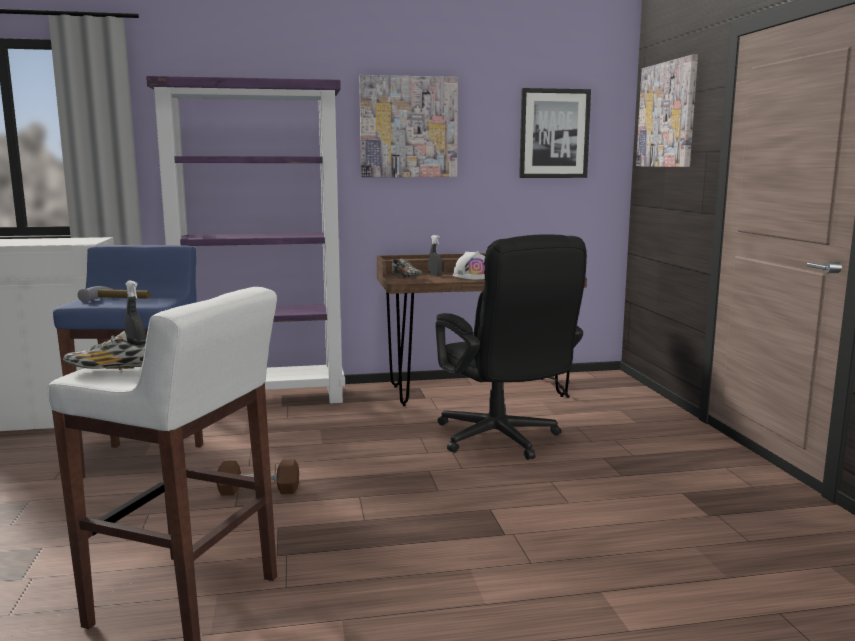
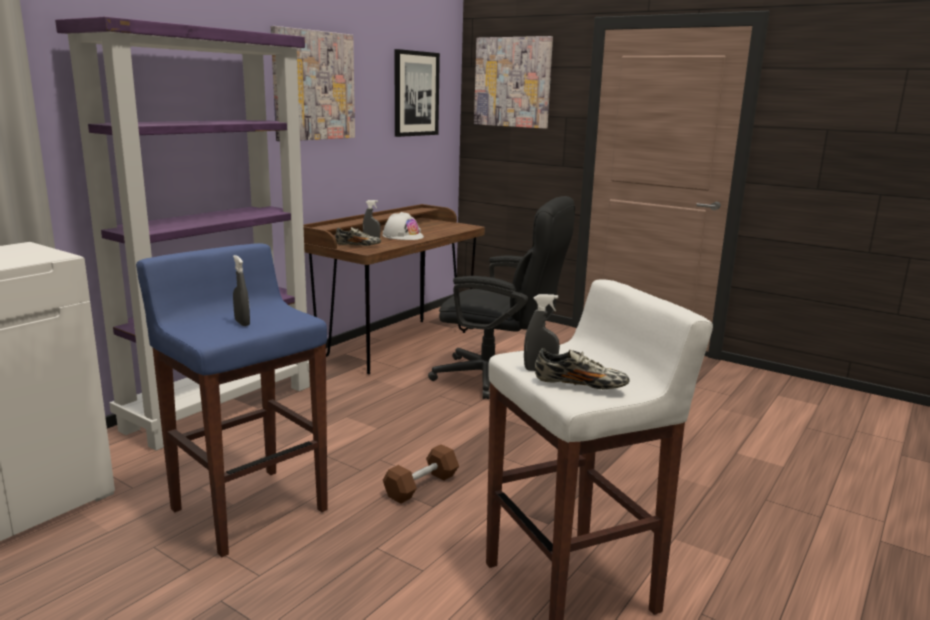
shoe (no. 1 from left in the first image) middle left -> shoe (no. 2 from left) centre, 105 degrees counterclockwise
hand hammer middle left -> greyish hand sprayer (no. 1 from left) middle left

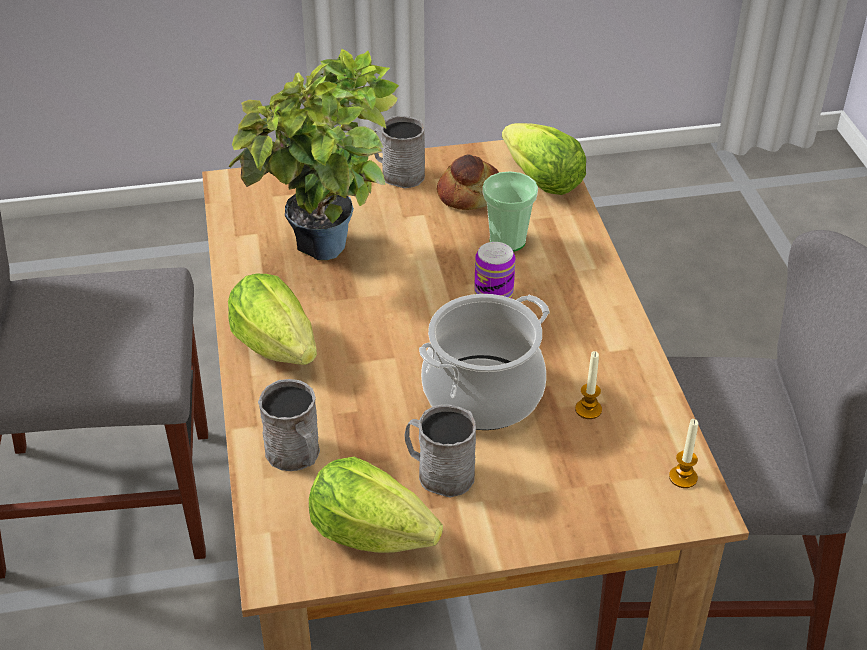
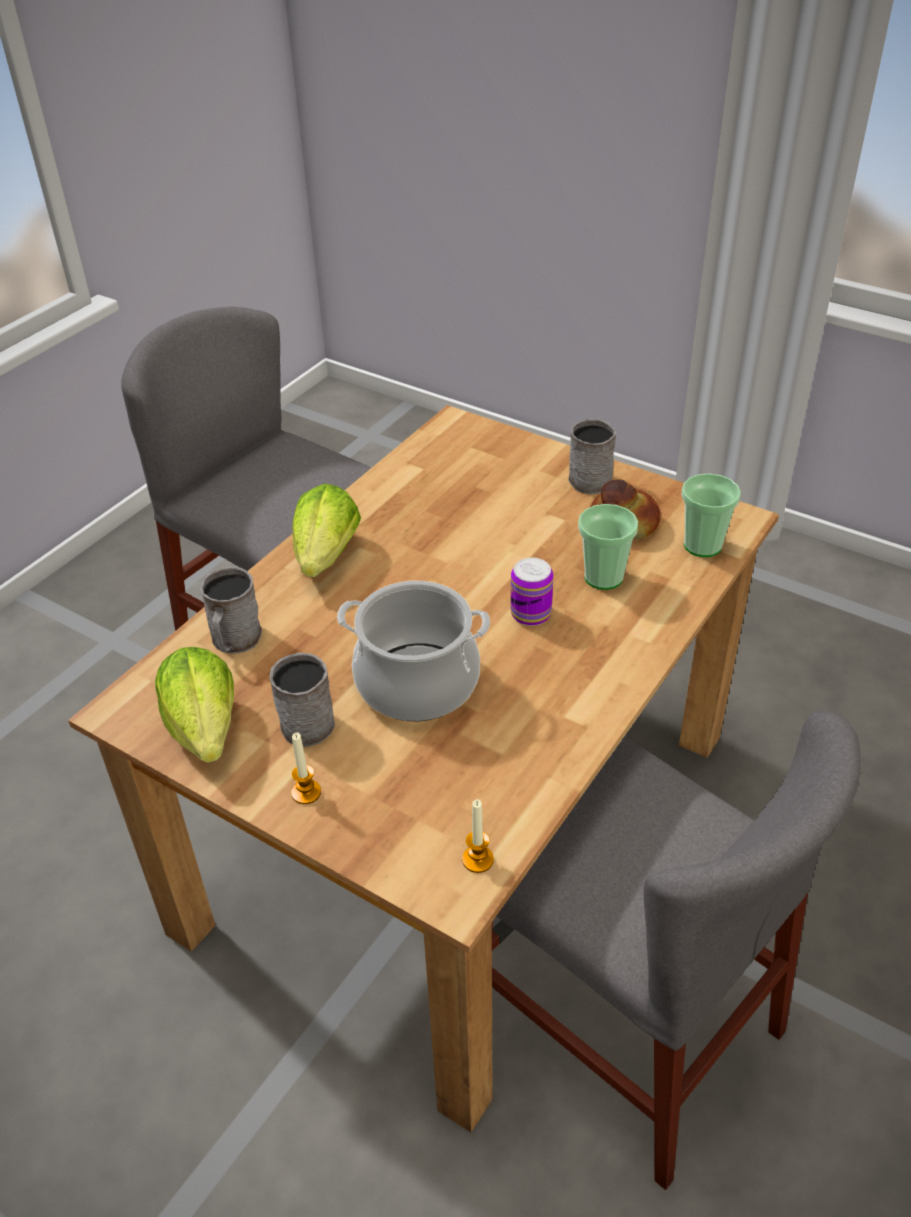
plant in a pot top centre -> none
head of lettuce (no. 3 from left) top centre -> drinking cup (no. 2 from left) middle right
wax candle (no. 1 from left) middle right -> wax candle (no. 1 from left) centre, relocated

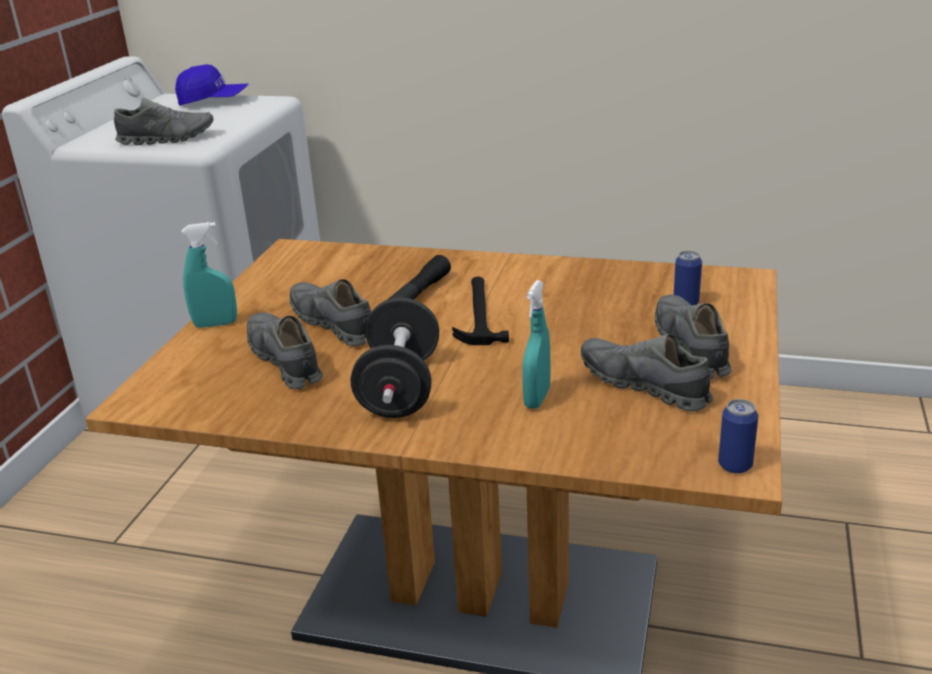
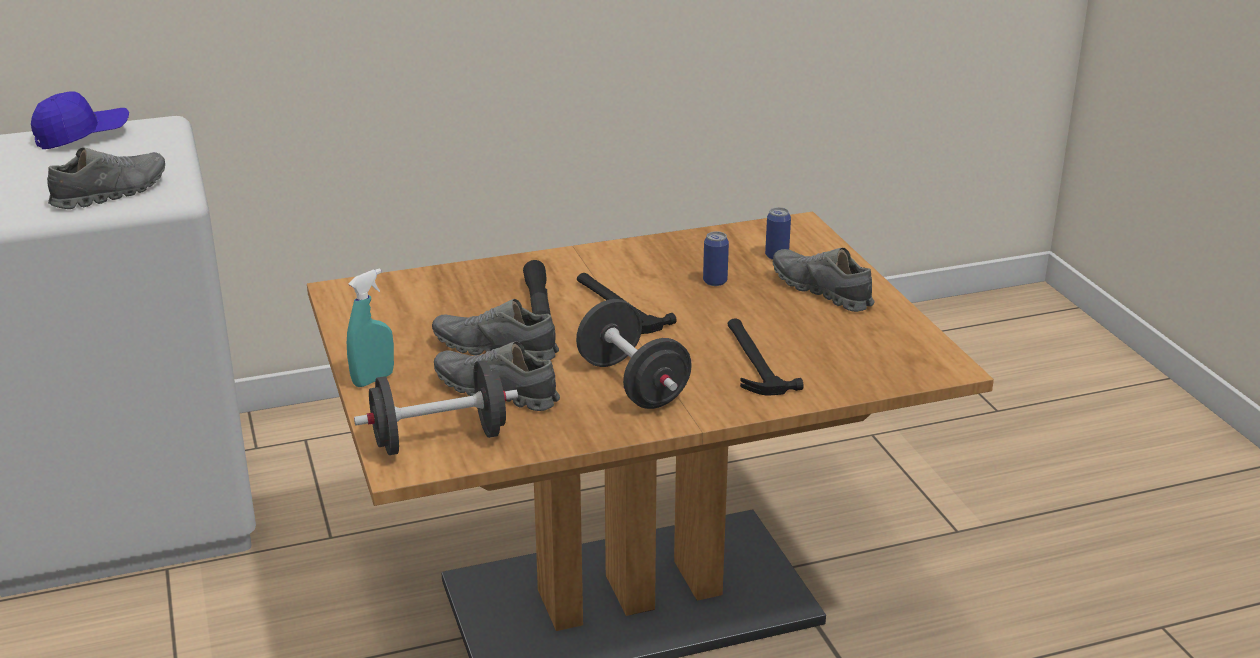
turquoise hand sprayer (no. 2 from left) centre -> hand hammer (no. 2 from left) centre
greyish shoe (no. 4 from left) middle right -> none
can (no. 2 from left in the first image) middle right -> can (no. 1 from left) centre, relocated
none -> blackish free weight (no. 1 from left) centre

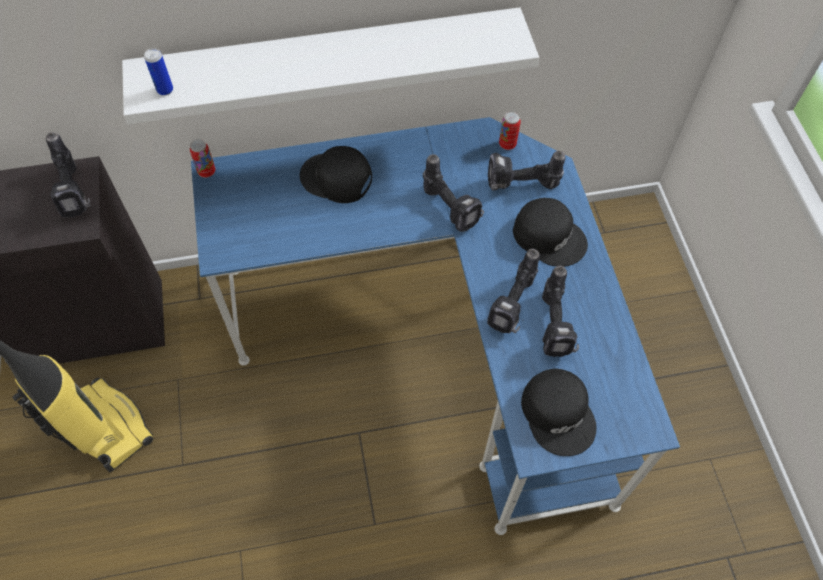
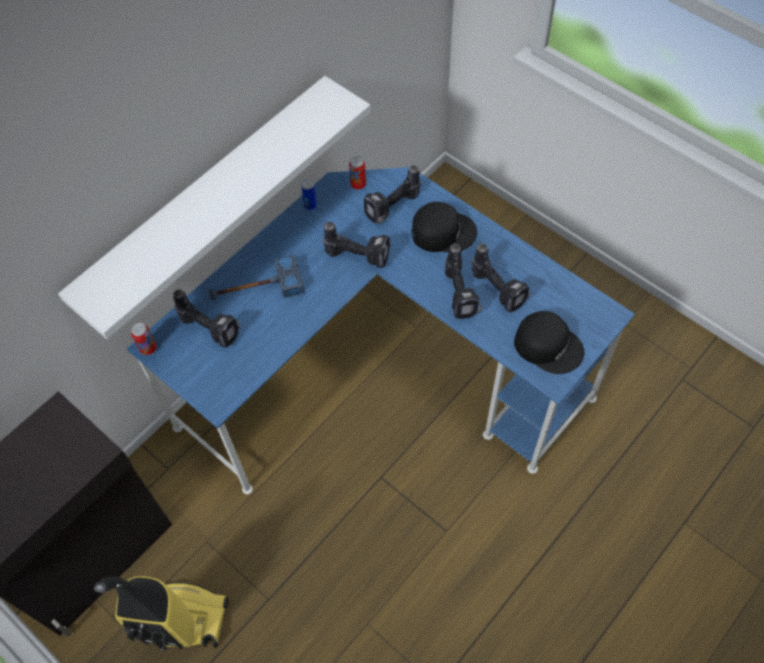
drill (no. 1 from left) top left -> drill (no. 1 from left) middle left, relocated
can (no. 1 from left in the first image) top left -> can (no. 2 from left) top centre, relocated
blackish cap (no. 1 from left) top centre -> hand hammer centre

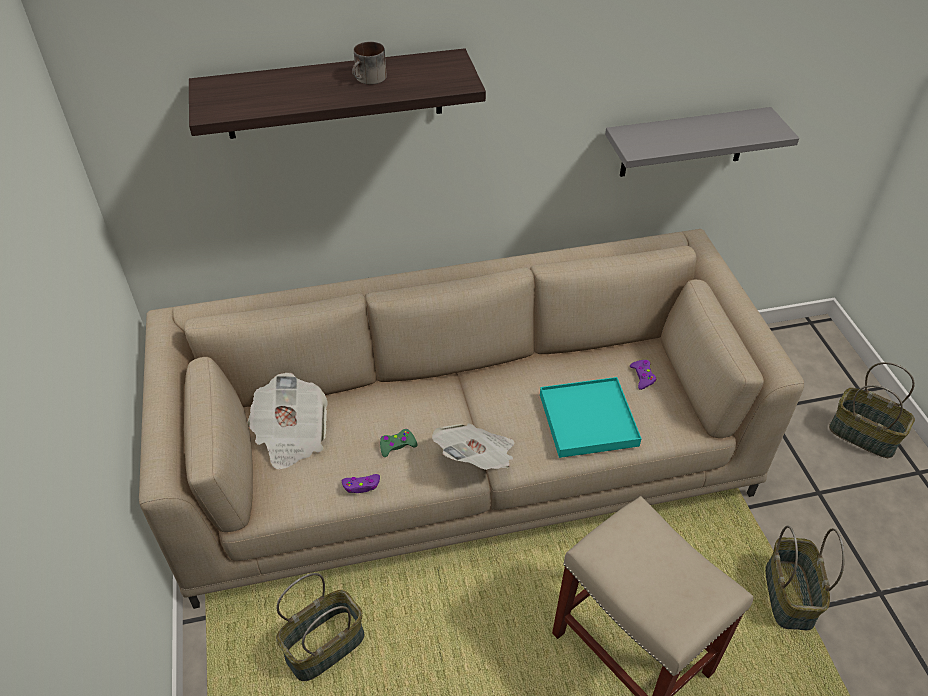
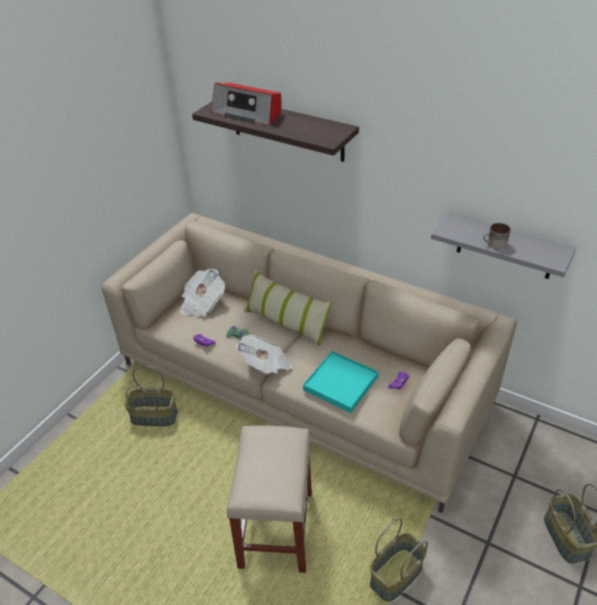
mug top centre -> mug middle right, relocated
none -> radio set top centre
none -> throw pillow centre

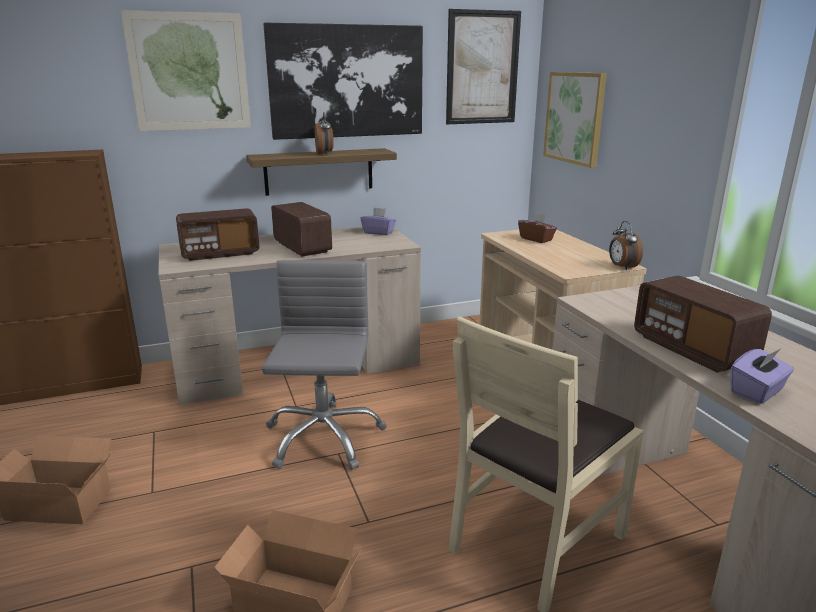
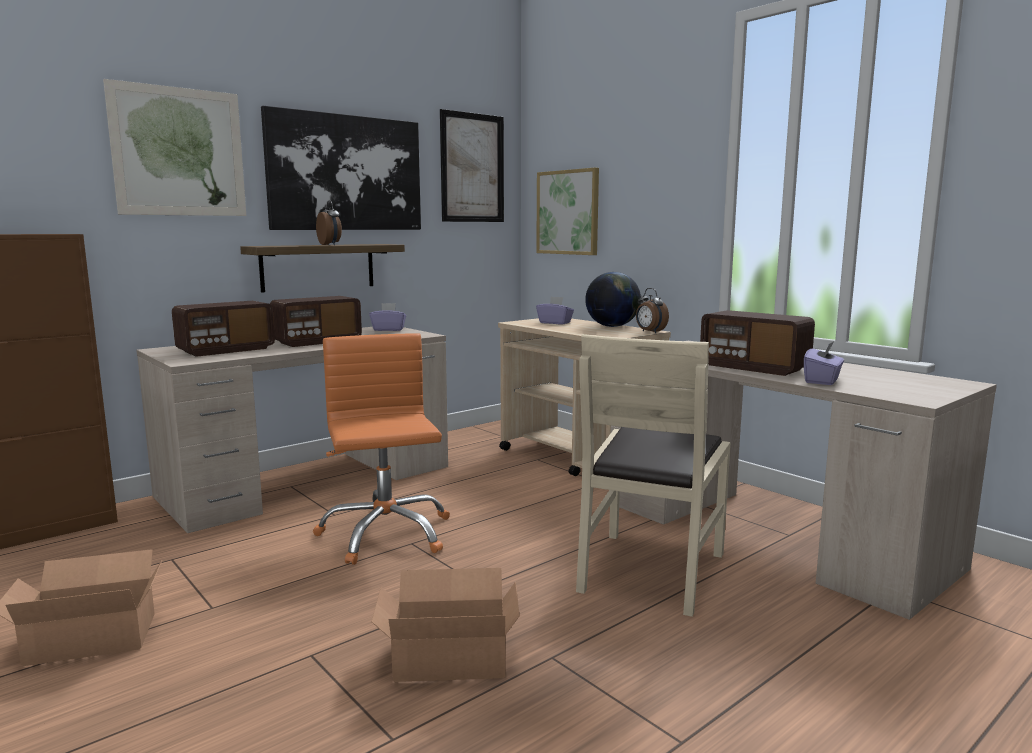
greyish office chair centre -> orange office chair centre
radio set (no. 2 from left) centre -> radio set (no. 2 from left) middle left, 105 degrees clockwise
brownish tissue holder centre -> purple tissue holder (no. 2 from left) centre
none -> world globe centre

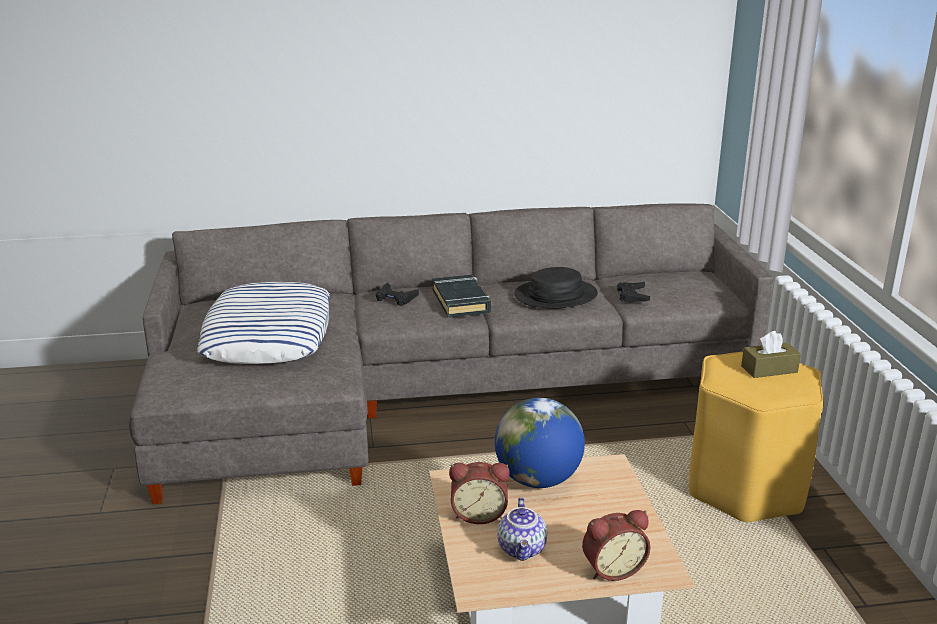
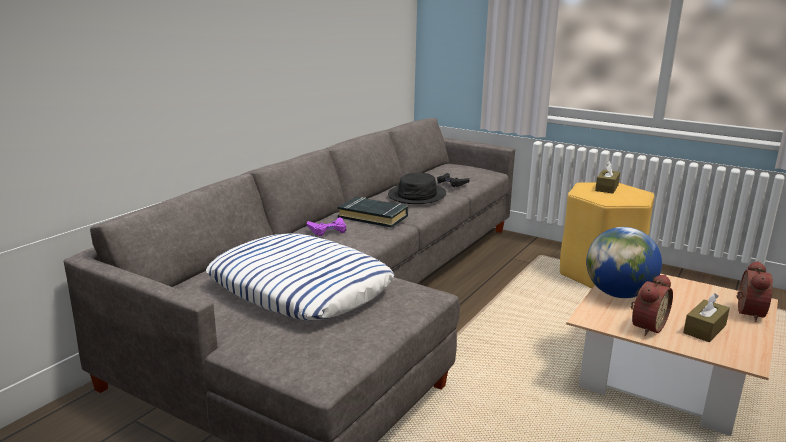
blackish game controller (no. 1 from left) centre -> purple game controller centre
tea pot bottom centre -> brownish tissue holder (no. 2 from left) bottom right

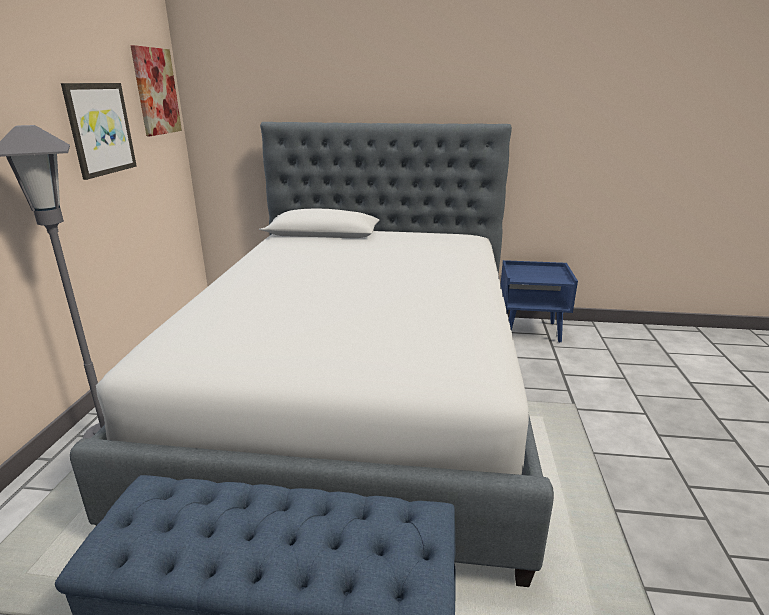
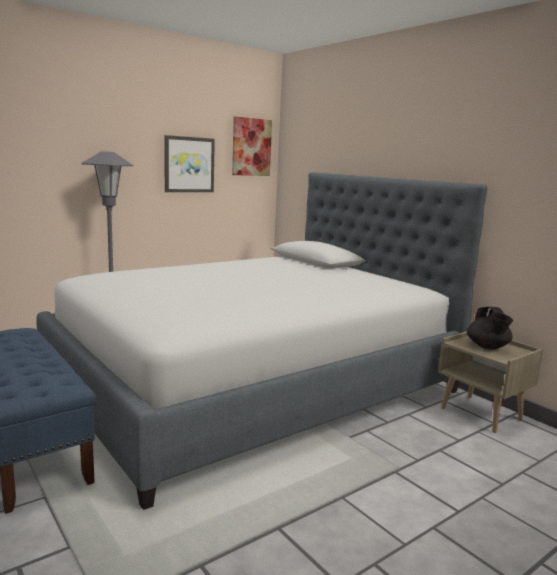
blue bedside table middle right -> beige-coloured bedside table middle right
none -> blackish tea pot middle right

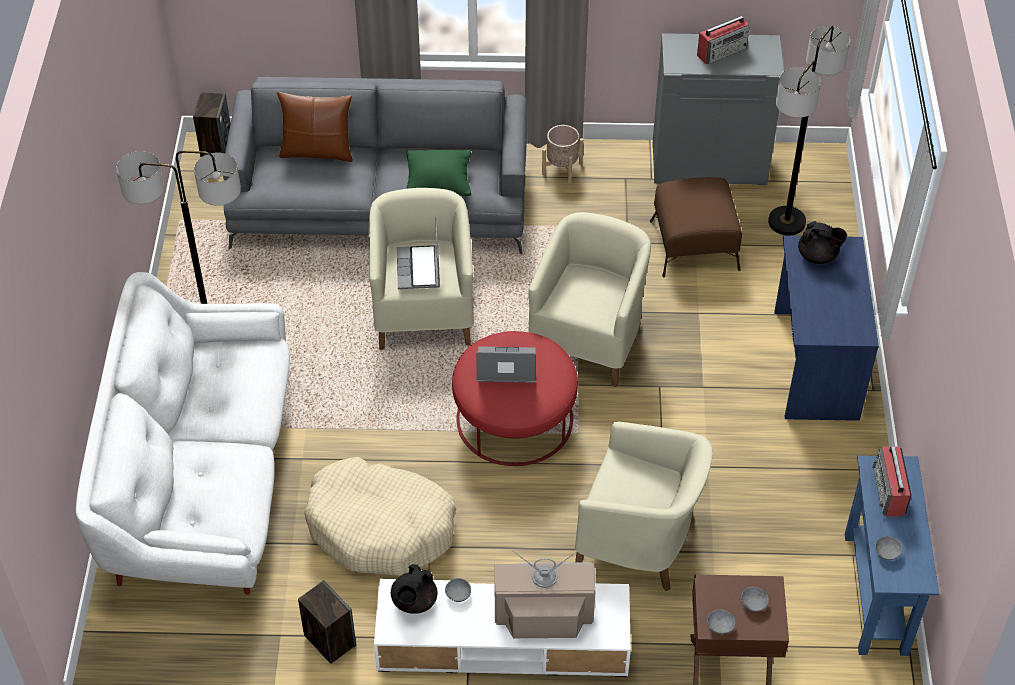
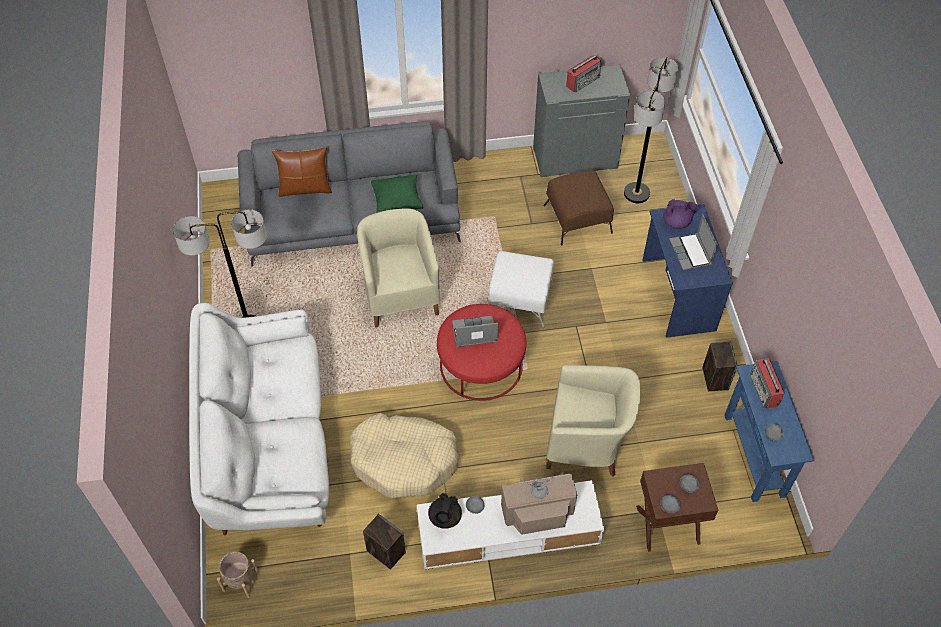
speaker (no. 1 from left in the first image) top left -> speaker (no. 2 from left) middle right, relocated
portable computer (no. 1 from left in the first image) centre -> portable computer (no. 2 from left) middle right, relocated
beige-coloured lounge chair (no. 2 from left) centre -> white-coloured ottoman centre
beige-coloured flower pot top centre -> beige-coloured flower pot bottom left, relocated
blackish tea pot (no. 2 from left) middle right -> purple tea pot middle right

